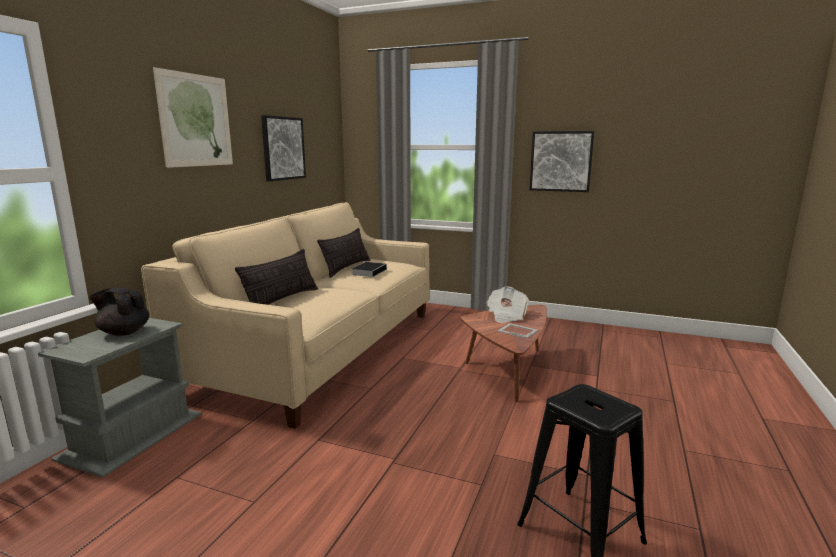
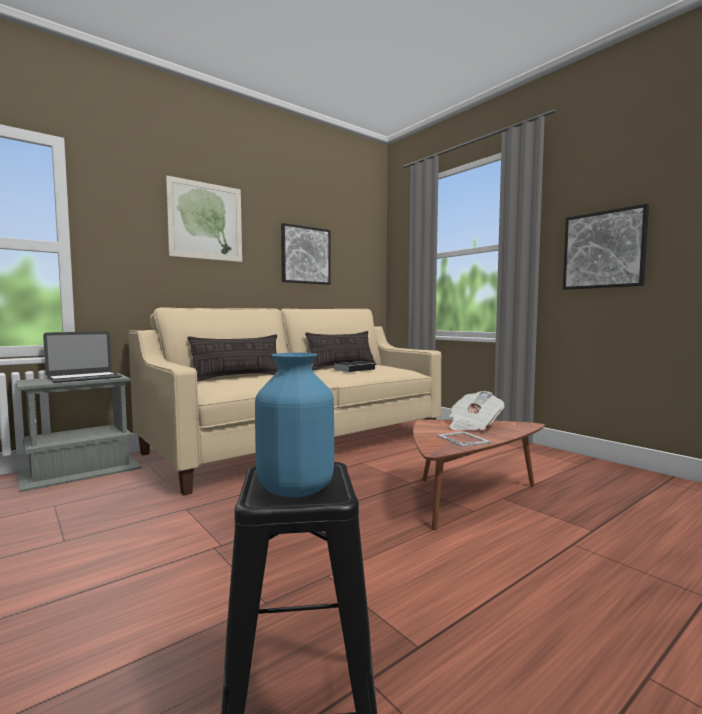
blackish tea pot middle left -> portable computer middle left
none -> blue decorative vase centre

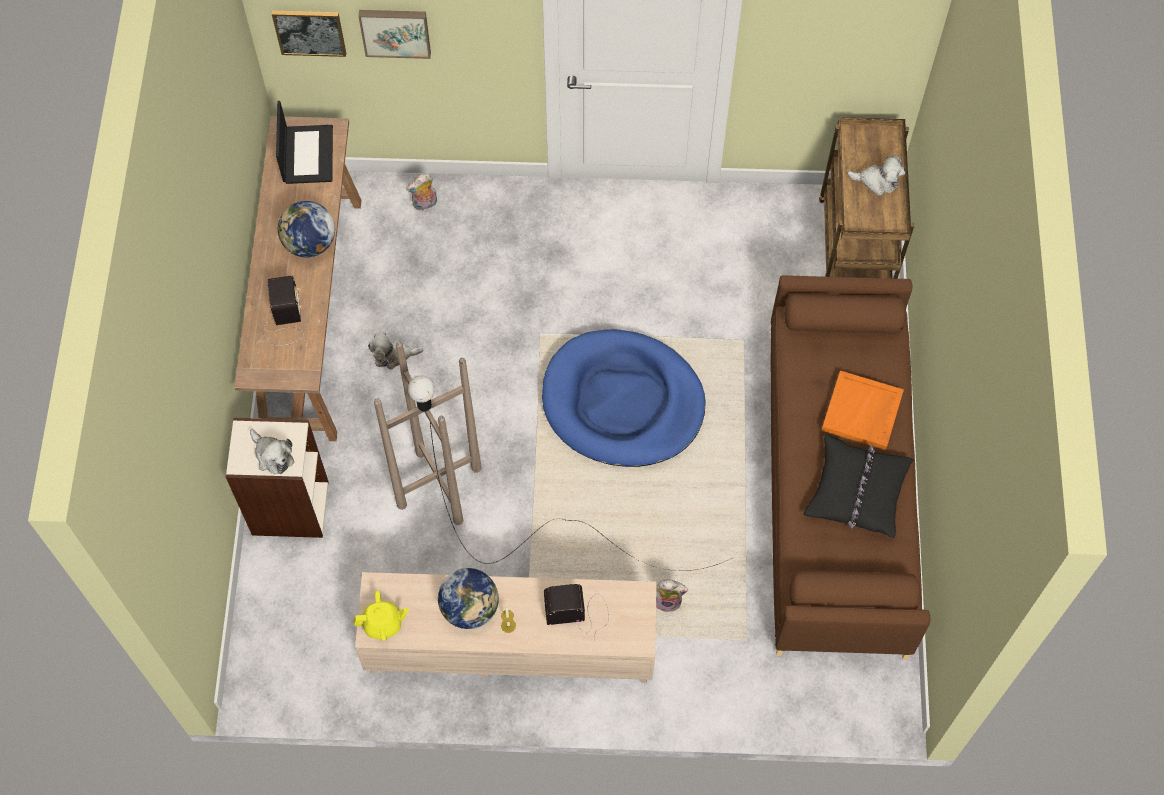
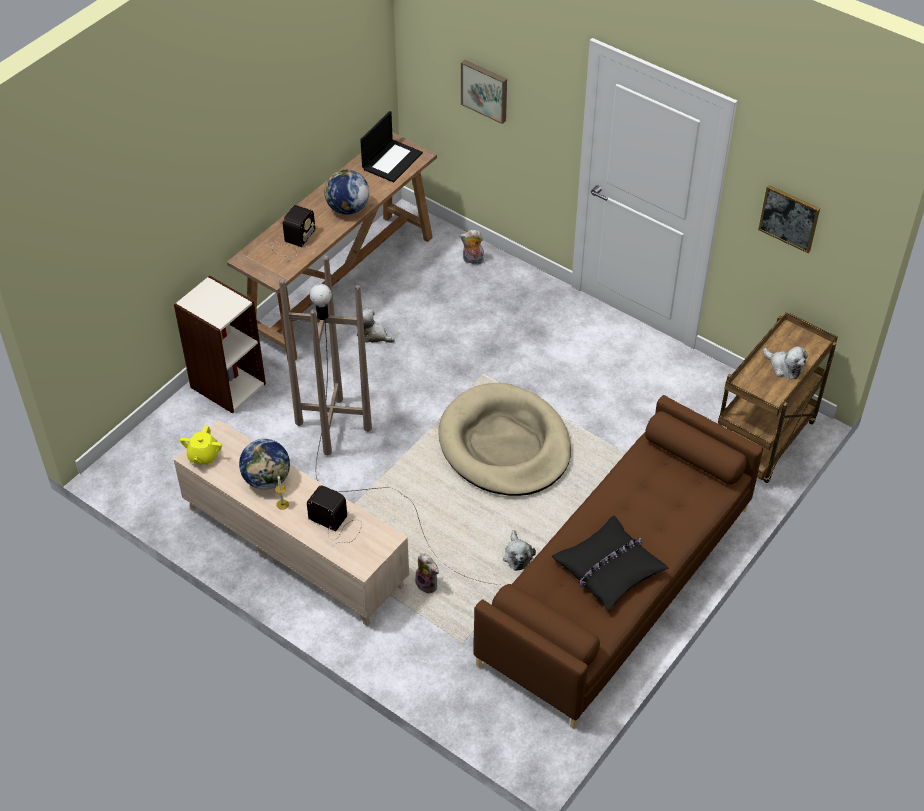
soft toy (no. 1 from left in the first image) middle left -> soft toy (no. 4 from left) bottom centre, relocated
wall art (no. 1 from left in the first image) top left -> wall art (no. 2 from left) top right, relocated
yellow-coloured tea pot bottom left -> yellow-coloured tea pot middle left, 75 degrees clockwise
blue dog cushion centre -> beige-coloured dog cushion centre
orange carrying tray middle right -> none

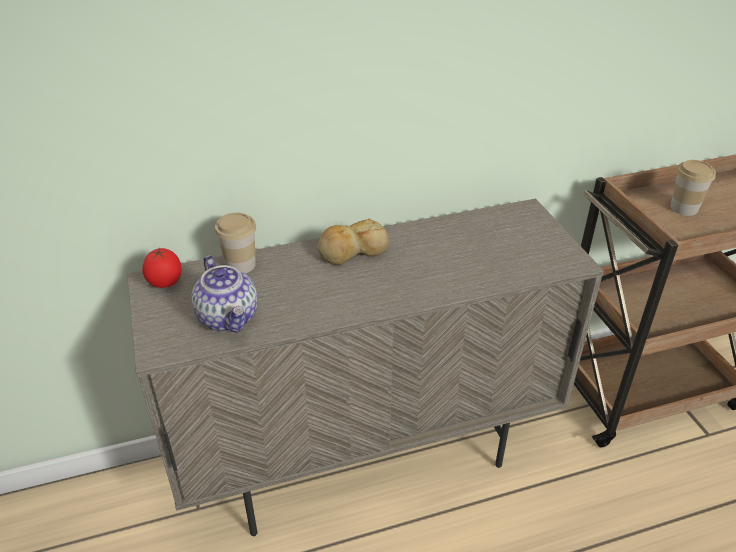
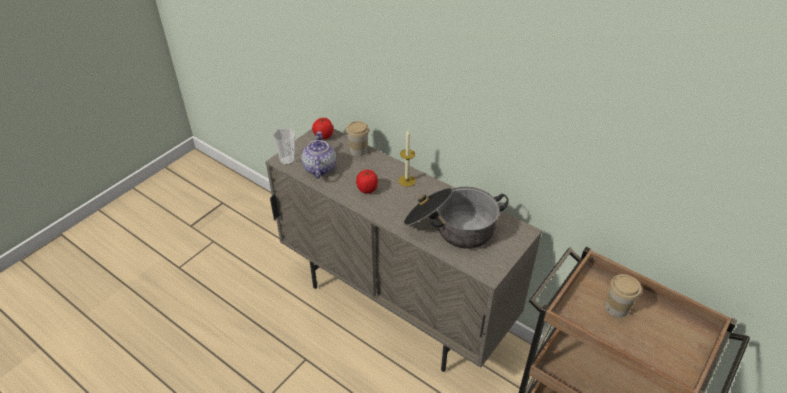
tea pot middle left -> tea pot centre, 150 degrees clockwise
bread centre -> wax candle centre
none -> drinking cup (no. 1 from left) centre
none -> tomato (no. 2 from left) centre
none -> stockpot centre

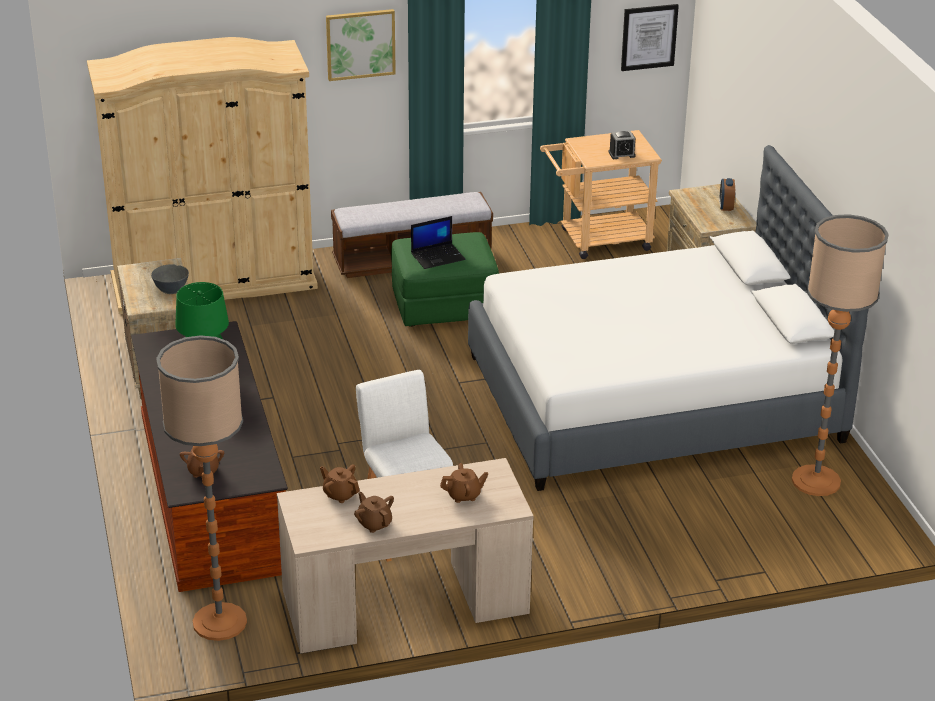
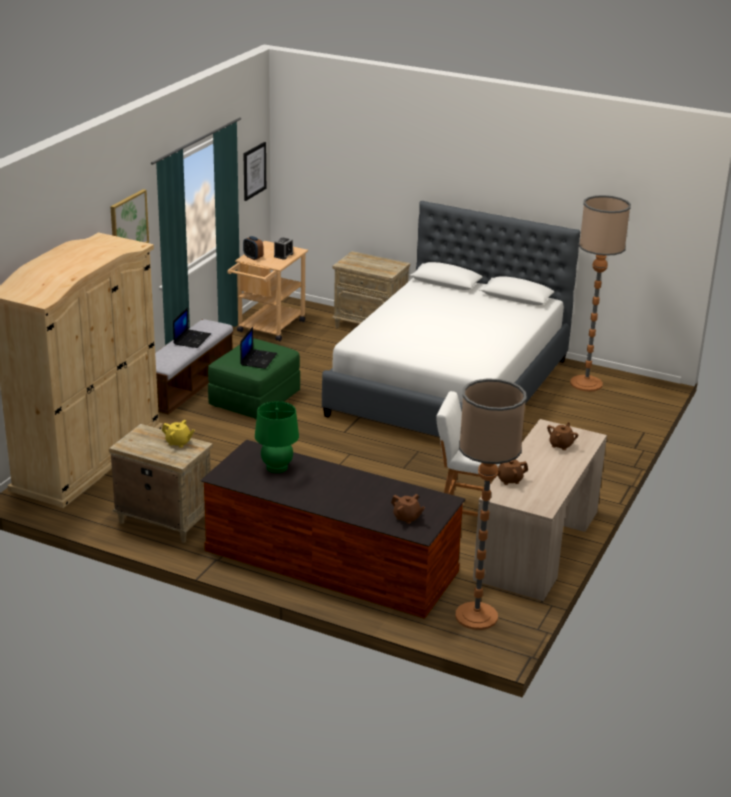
greyish deep dish middle left -> yellow-coloured tea pot middle left
brownish tea pot (no. 3 from left) bottom centre -> none
alarm clock (no. 2 from left in the first image) top right -> alarm clock (no. 1 from left) top centre, relocated
none -> portable computer (no. 1 from left) middle left

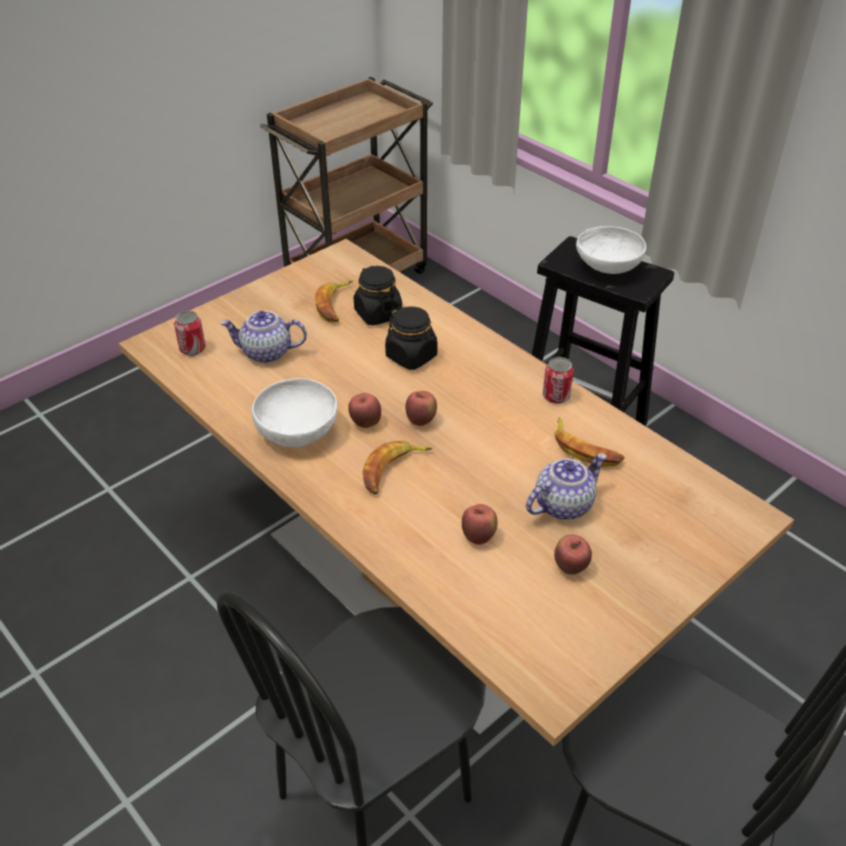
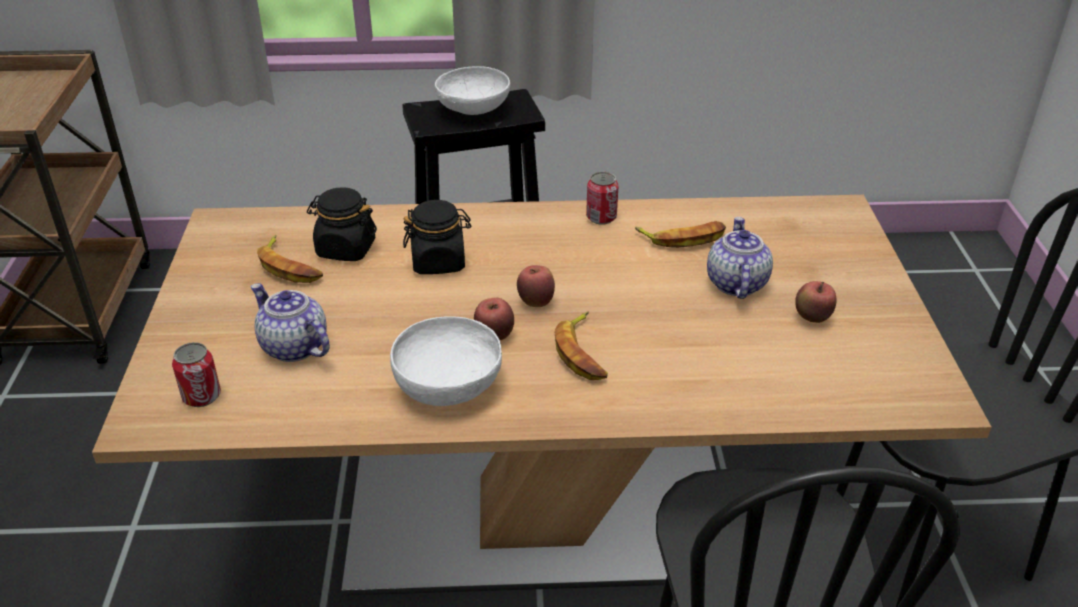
tea pot (no. 1 from left) middle left, 90 degrees clockwise
apple fruit (no. 3 from left) centre -> none

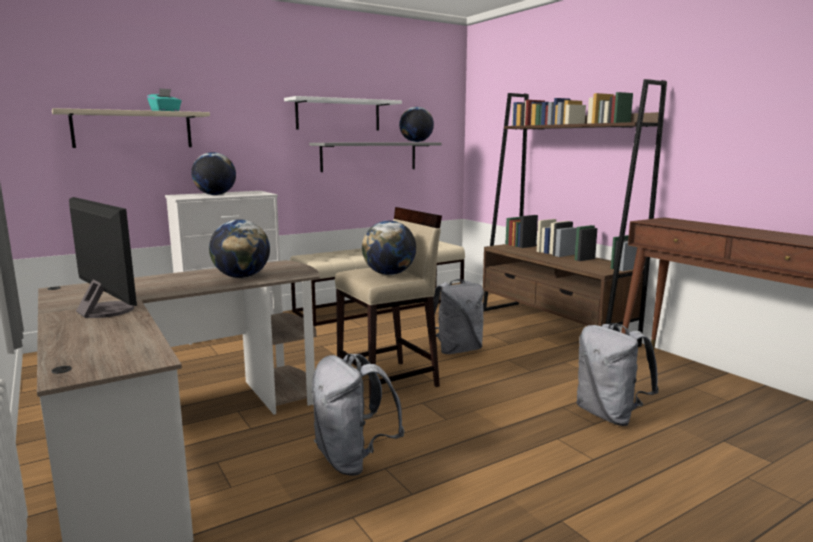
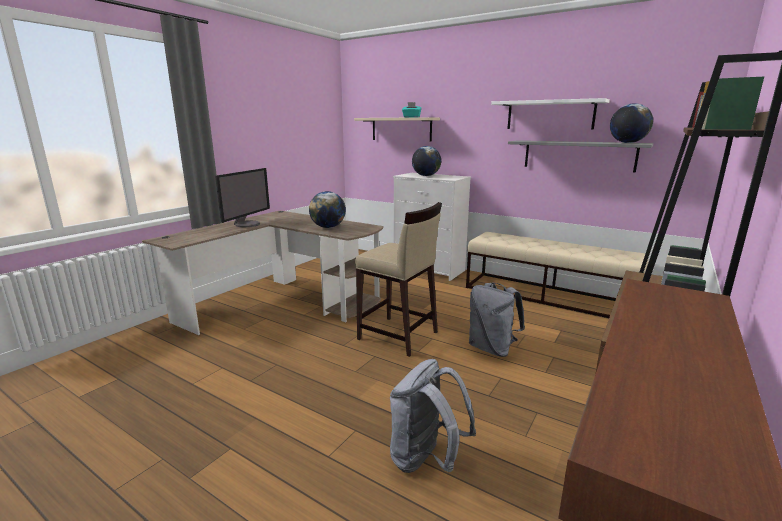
greyish backpack (no. 1 from left) bottom centre -> none
world globe (no. 3 from left) centre -> none

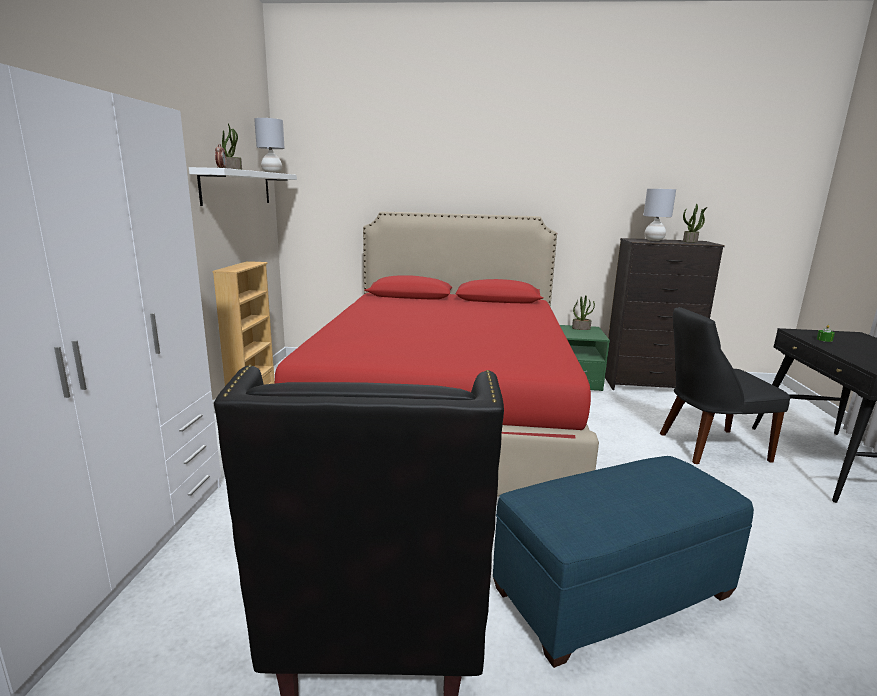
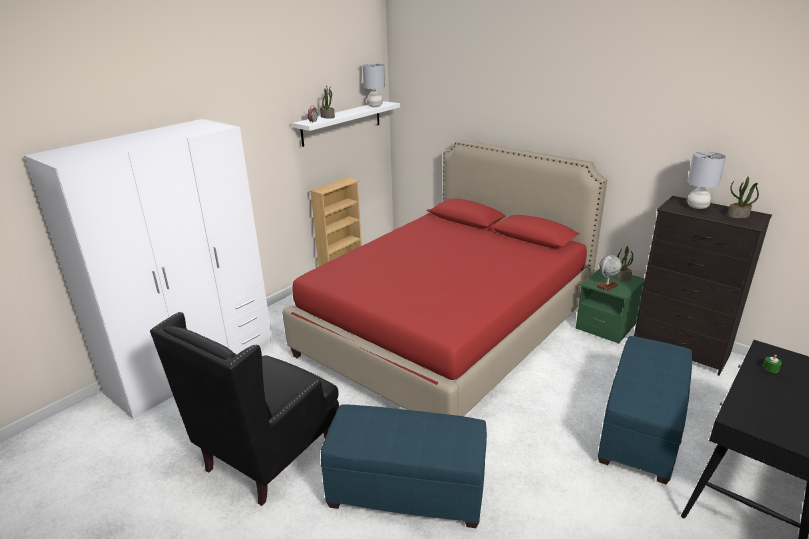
blackish upright chair middle right -> blue ottoman (no. 2 from left) bottom right
none -> world globe middle right

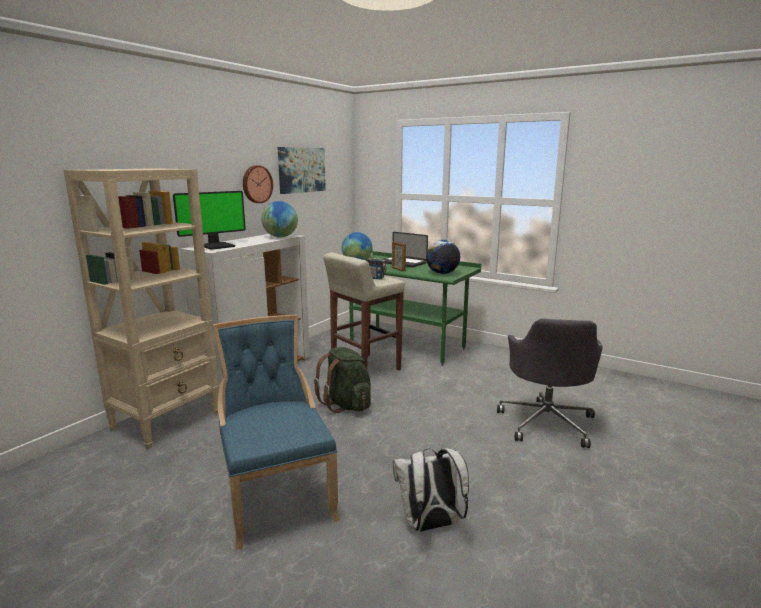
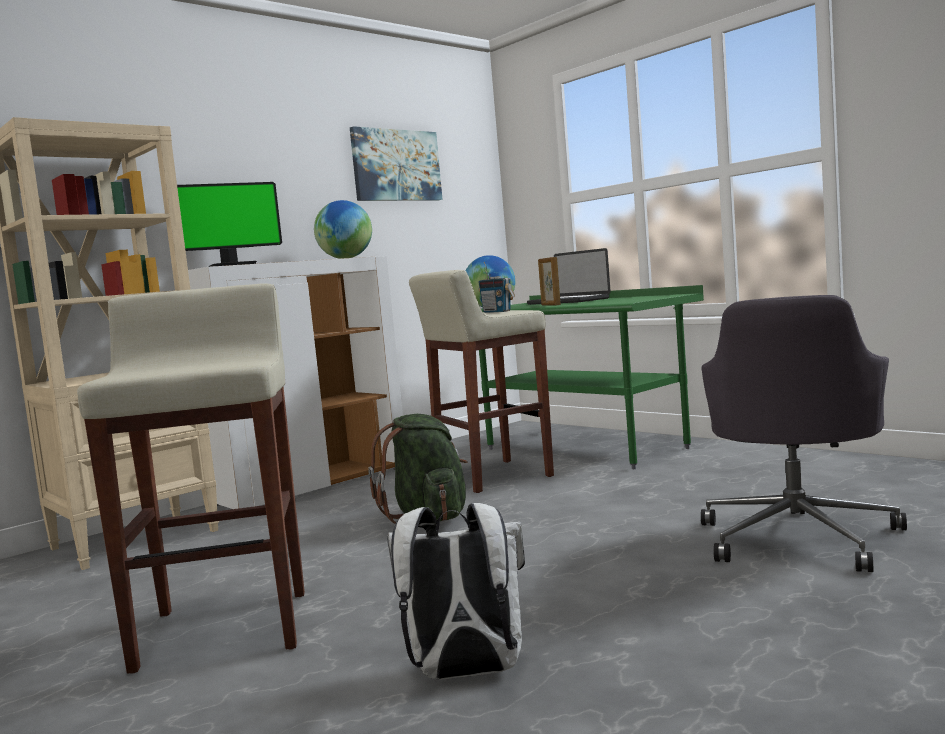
blue upright chair bottom centre -> beige-coloured sitting stool (no. 1 from left) middle left
clock on the wall top centre -> none
world globe (no. 3 from left) centre -> none

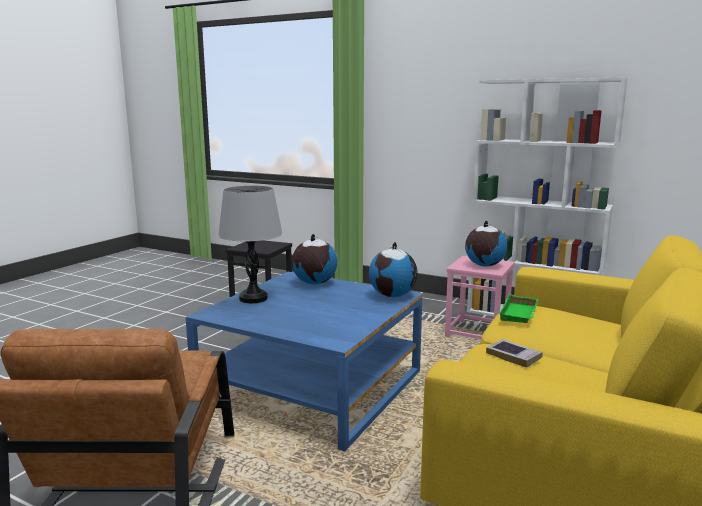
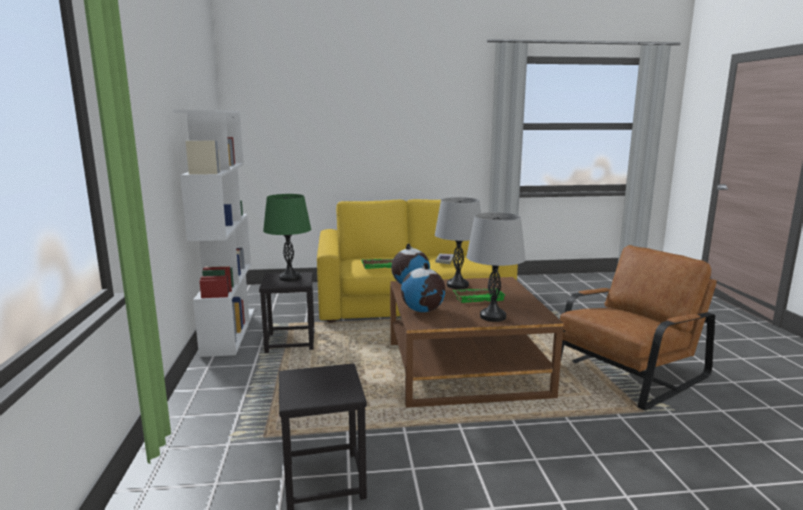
blue coffee table bottom centre -> brownish coffee table bottom centre
pink-coloured sitting stool middle right -> blackish sitting stool (no. 1 from left) centre
world globe (no. 3 from left) middle right -> greenish lamp for a table centre
none -> greyish lamp for a table (no. 1 from left) centre
none -> greenish carrying tray (no. 2 from left) centre

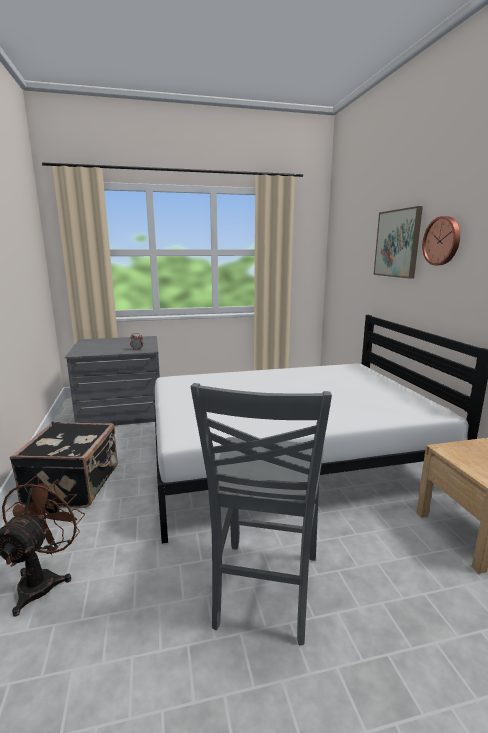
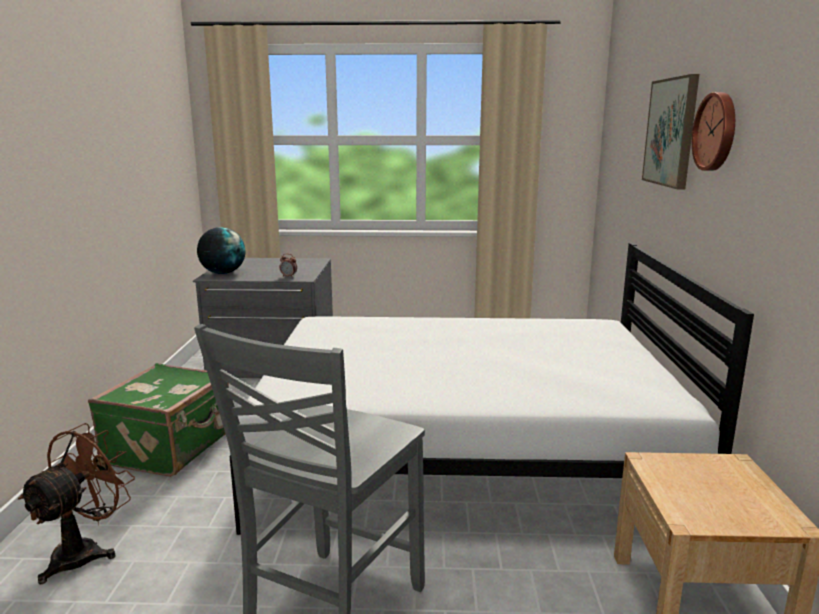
blackish travel case middle left -> greenish travel case bottom left
none -> world globe middle left

